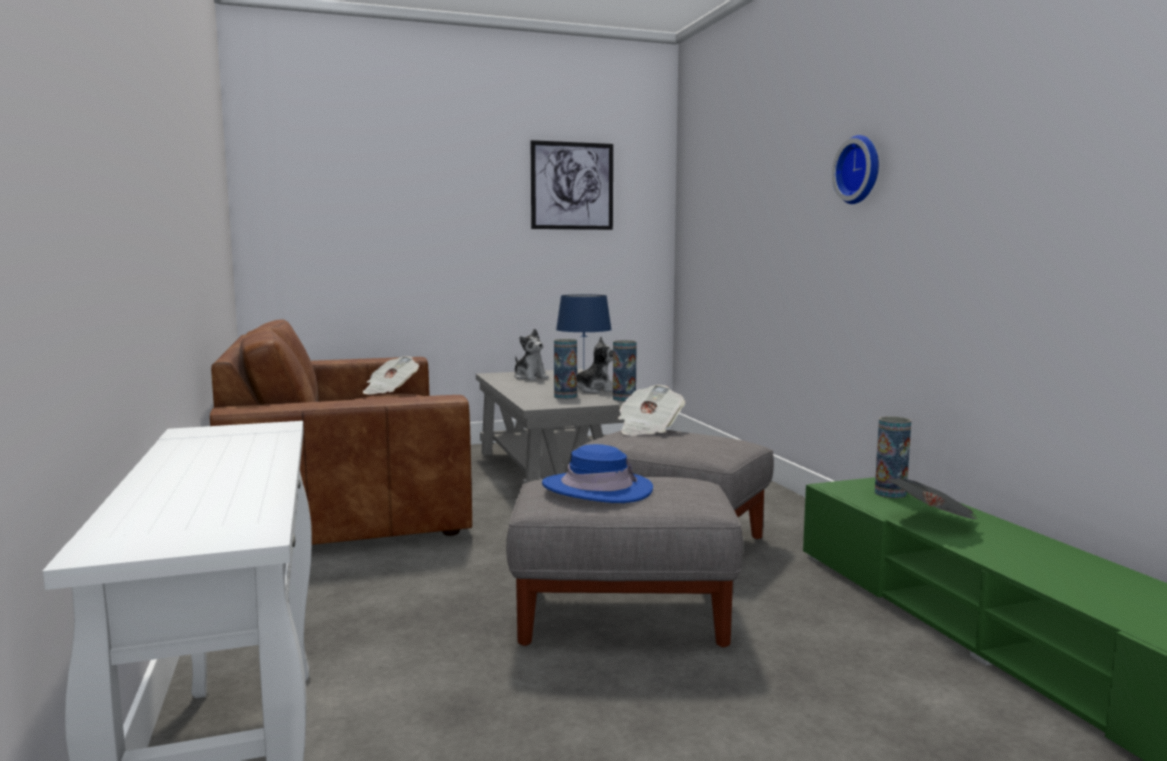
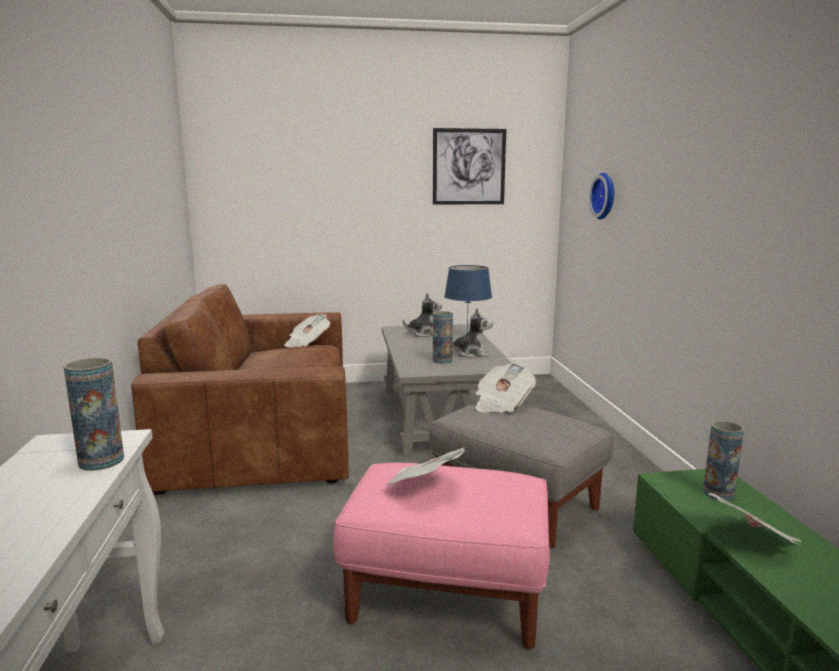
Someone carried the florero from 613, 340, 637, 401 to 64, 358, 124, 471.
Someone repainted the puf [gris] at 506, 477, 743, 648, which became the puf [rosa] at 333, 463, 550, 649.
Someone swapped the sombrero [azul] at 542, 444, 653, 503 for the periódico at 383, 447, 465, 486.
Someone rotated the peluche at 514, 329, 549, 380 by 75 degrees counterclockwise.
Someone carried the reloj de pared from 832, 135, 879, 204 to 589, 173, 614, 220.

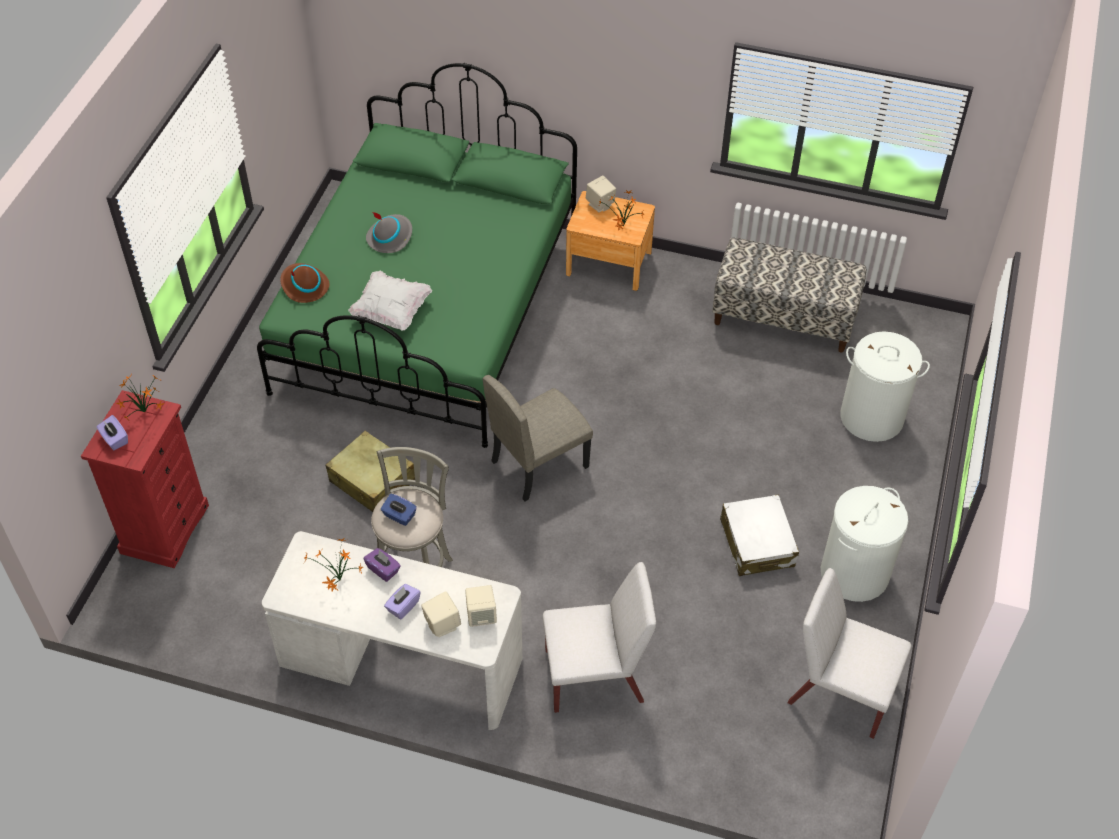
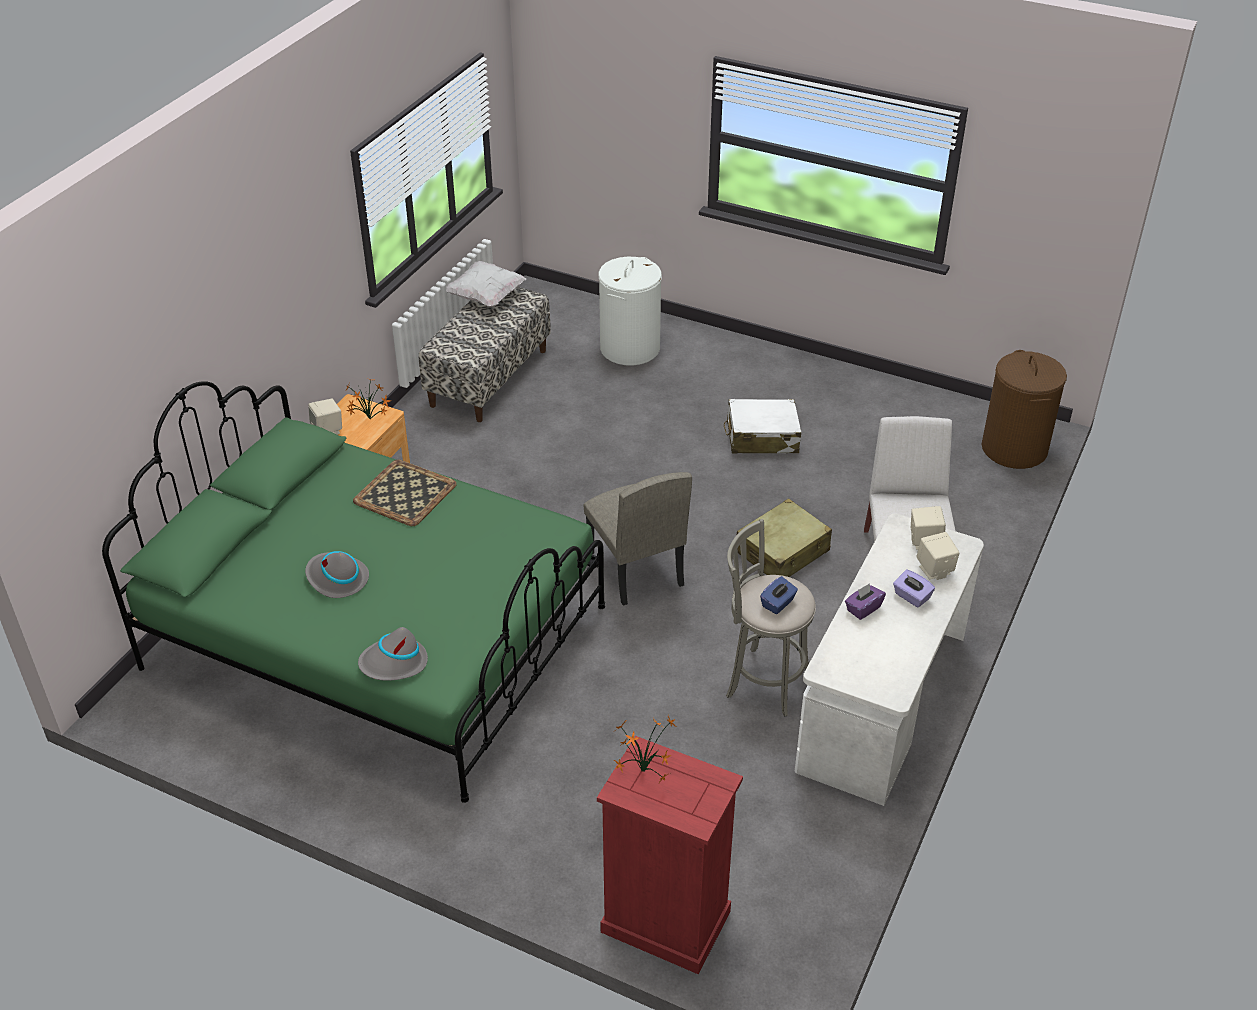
Someone put down the bandeja at 353, 460, 457, 526.
Someone repainted the sombrero [marrón] at 280, 263, 330, 303, which became the sombrero [gris] at 358, 627, 428, 681.
Someone carried the cojín [blanco] from 348, 271, 432, 331 to 446, 261, 526, 307.
Someone carried the maleta [beis] from 326, 431, 415, 512 to 737, 498, 832, 577.
Someone put down the cesto de la ropa [marrón] at 982, 350, 1067, 469.
Someone took away the caja de pañuelos [morado] at 97, 415, 128, 450.
Someone took away the planta en maceta at 304, 538, 363, 591.
Someone took away the silla [blanco] at 788, 568, 912, 739.
Someone took away the cesto de la ropa [blanco] at 821, 486, 908, 602.

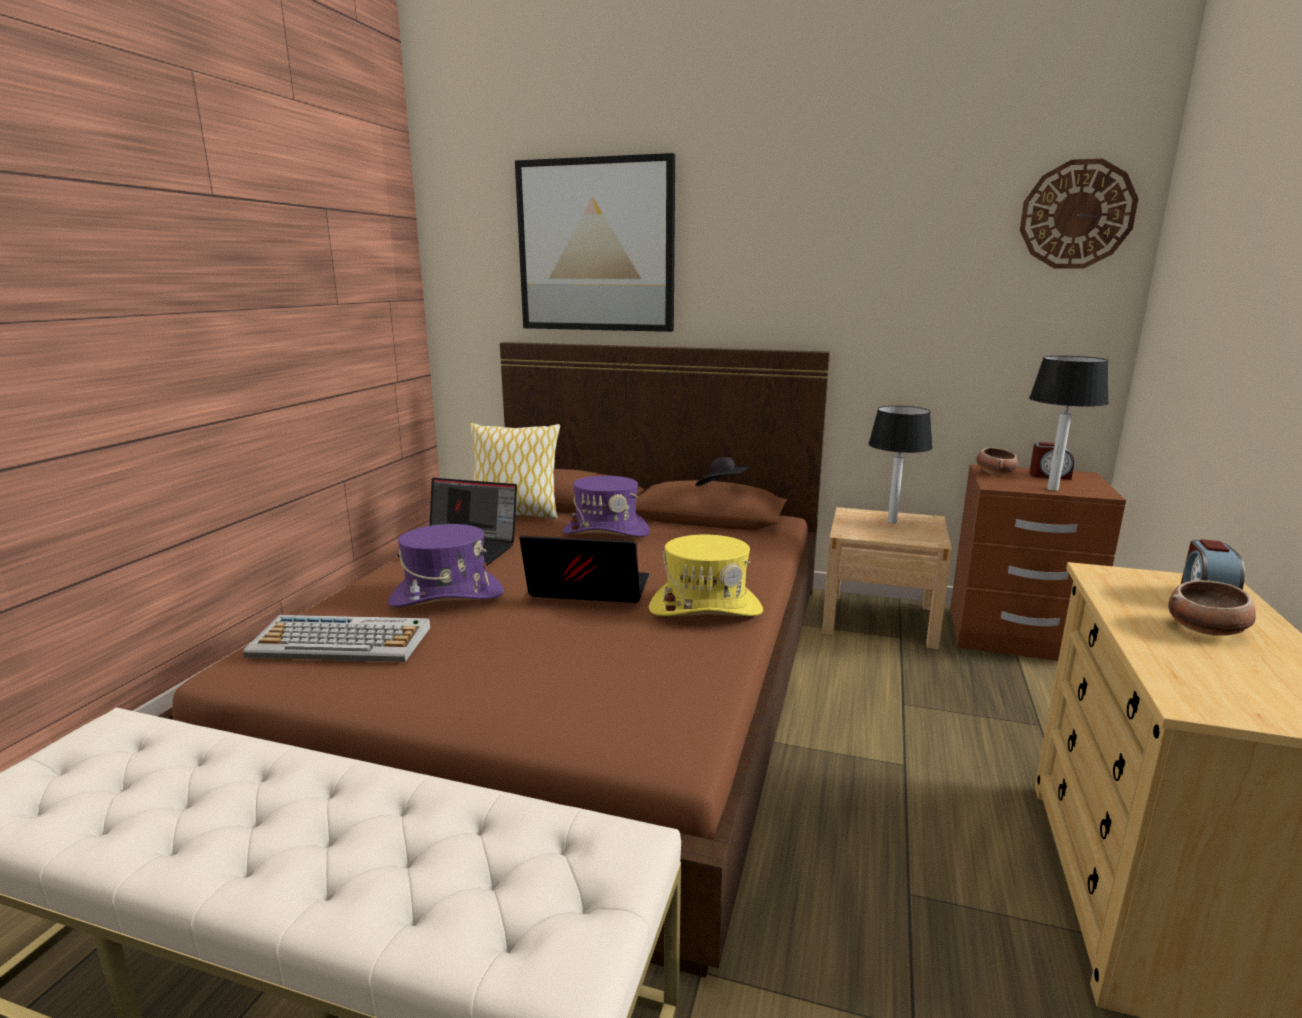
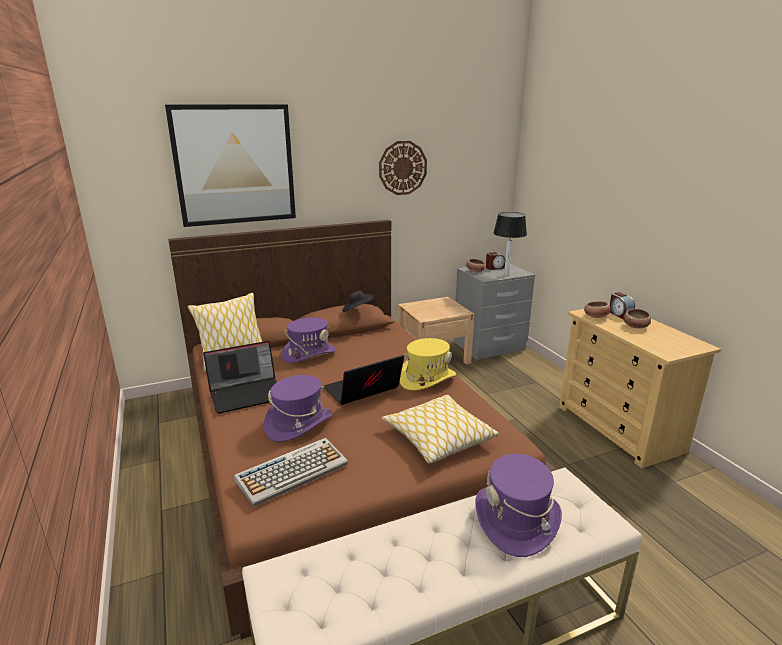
Someone carried the reloj de pared from 1020, 158, 1138, 269 to 379, 141, 427, 195.
Someone put down the cojín at 382, 395, 499, 464.
Someone repainted the mesita de noche [marrón] at 950, 464, 1126, 661, which became the mesita de noche [gris] at 454, 264, 535, 360.
Someone put down the sombrero [morado] at 475, 454, 562, 557.
Someone put down the cuenco at 584, 301, 611, 318.
Someone took away the lámpara de mesa at 868, 406, 933, 524.

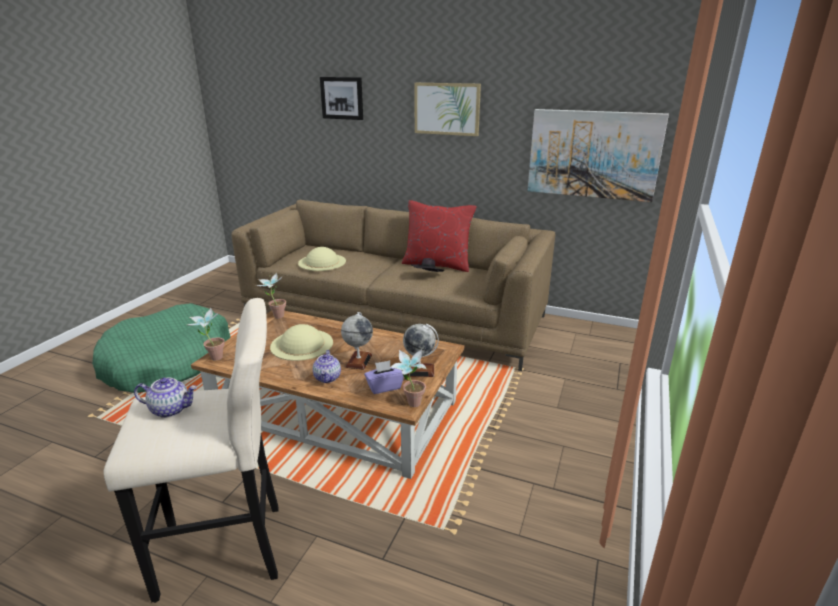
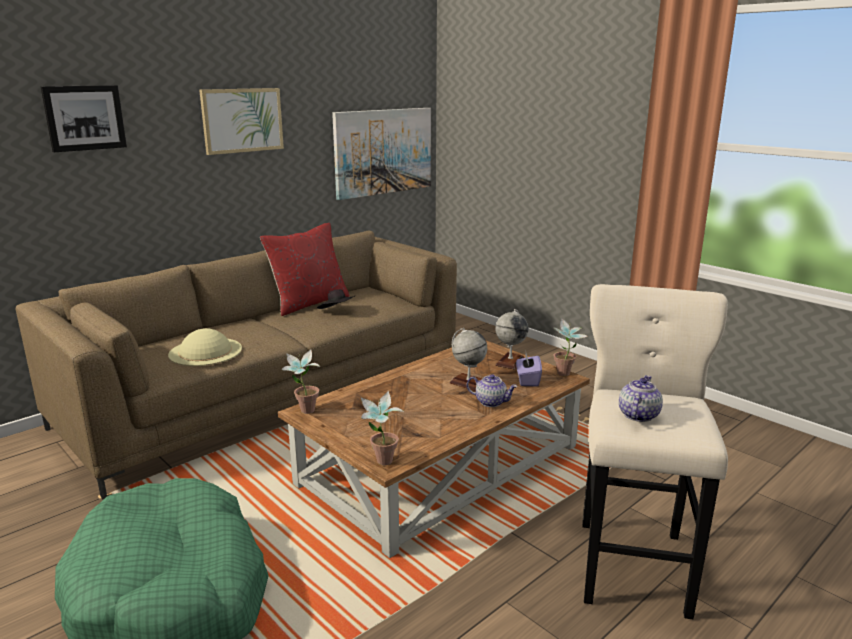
Someone took away the sombrero [beis] at 270, 324, 333, 361.

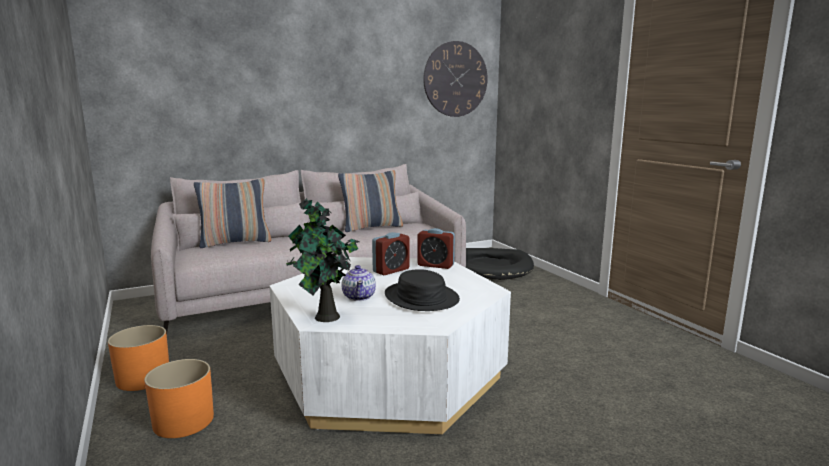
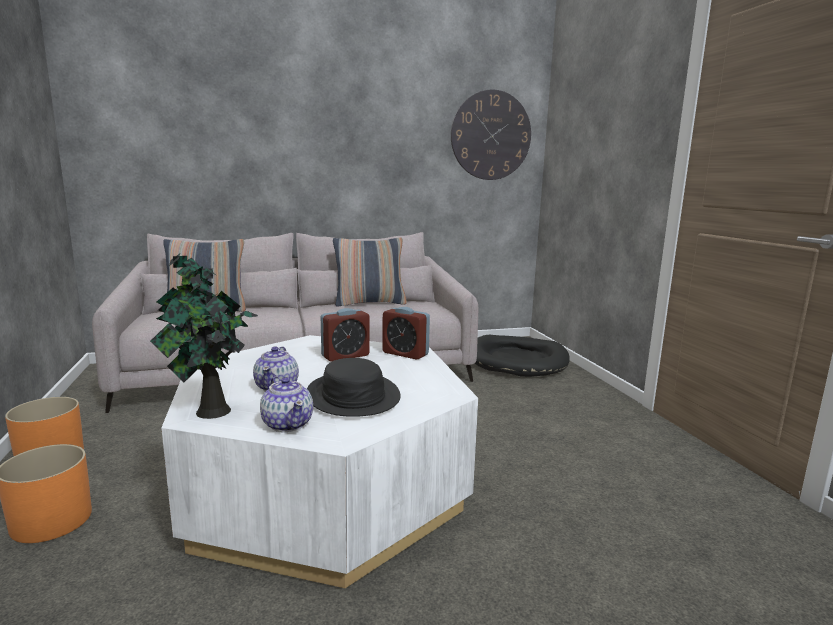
Someone put down the tetera at 260, 377, 313, 432.

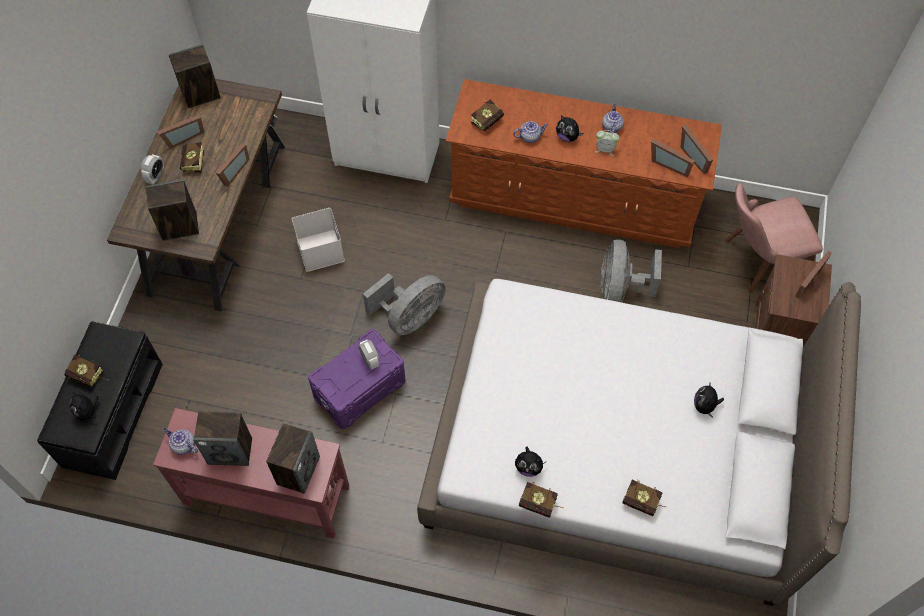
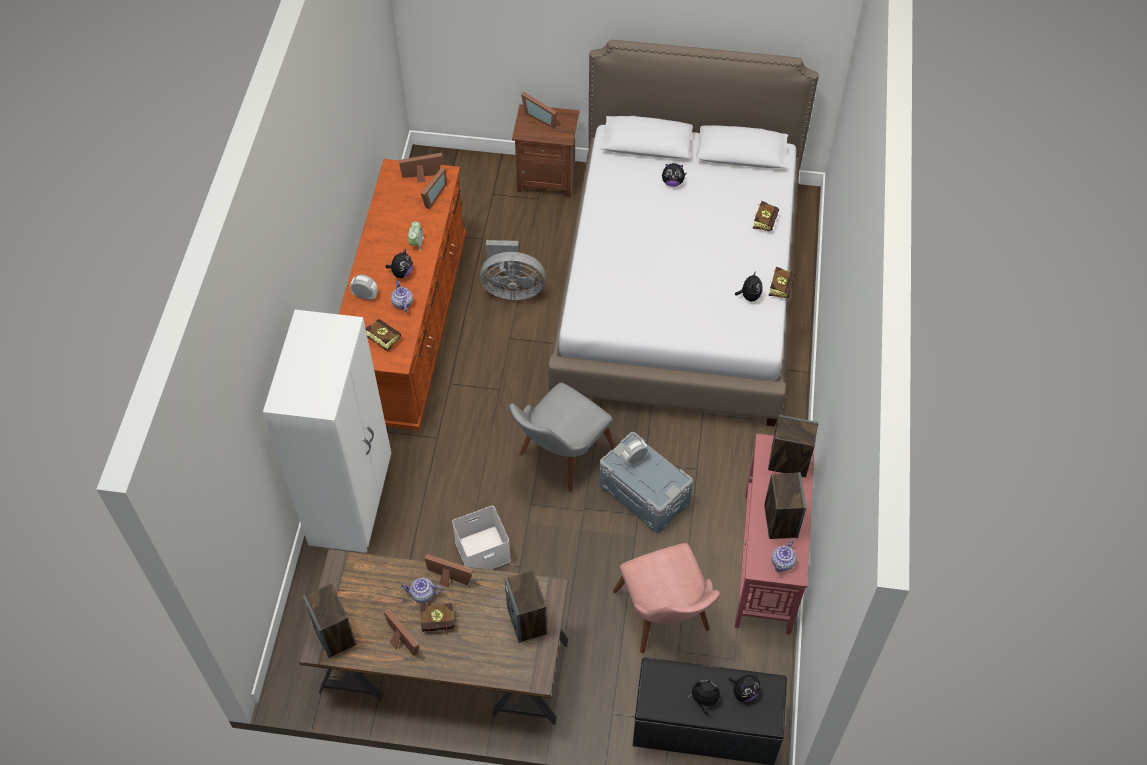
Someone carried the despertador from 141, 154, 164, 185 to 350, 275, 378, 300.
Someone rotated the portarretratos at 680, 125, 713, 174 by 150 degrees counterclockwise.
Someone carried the tetera from 602, 104, 624, 134 to 401, 578, 442, 603.
Someone swapped the ventilador [gris] at 363, 273, 446, 335 for the silla [gris] at 509, 383, 615, 492.
Someone repainted the caja de almacenaje [morado] at 308, 329, 406, 429, which became the caja de almacenaje [gris] at 599, 432, 693, 533.
Someone carried the silla [rosa] from 725, 183, 823, 293 to 613, 543, 721, 653.
Someone swapped the libro at 64, 355, 109, 387 for the peluche at 687, 680, 720, 715.

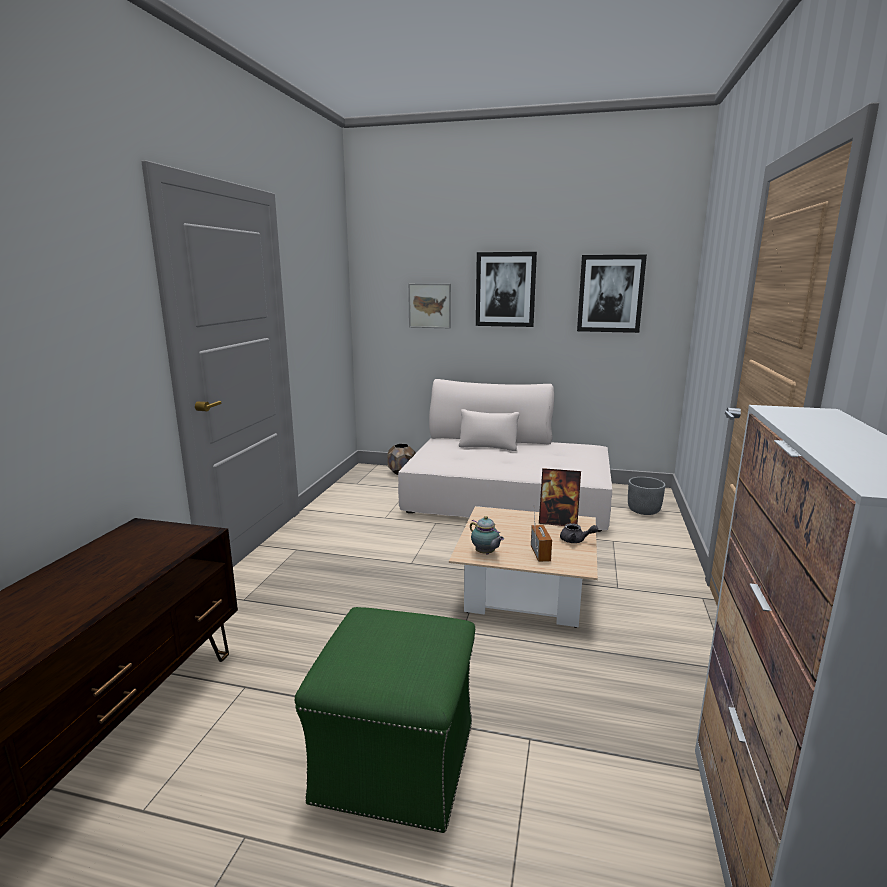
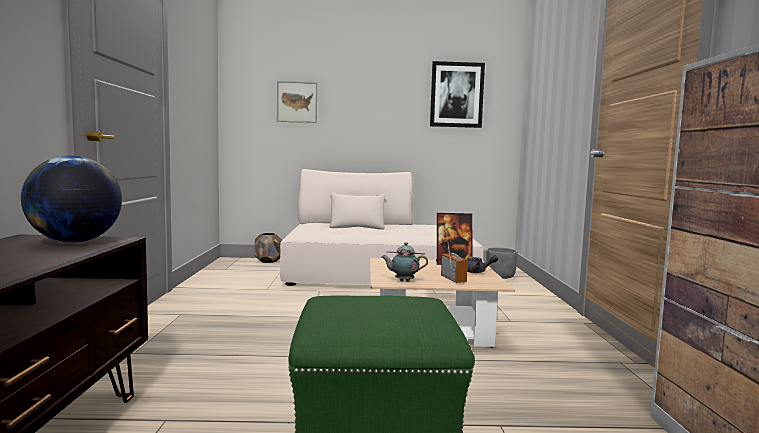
Someone put down the globo terráqueo at 21, 155, 122, 243.
Someone rotated the tetera at 470, 516, 504, 555 by 150 degrees clockwise.
Someone took away the cuadro at 476, 252, 537, 327.

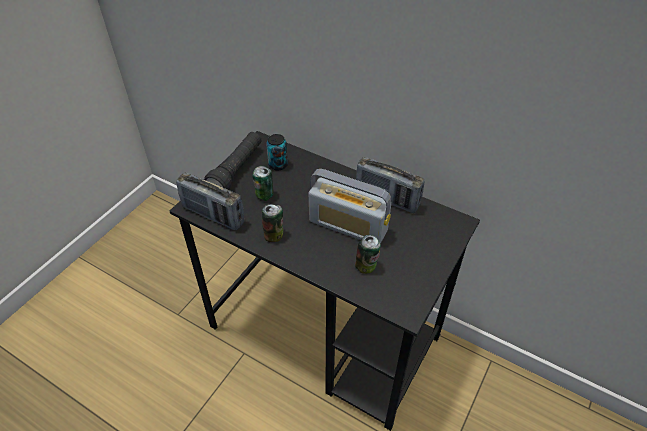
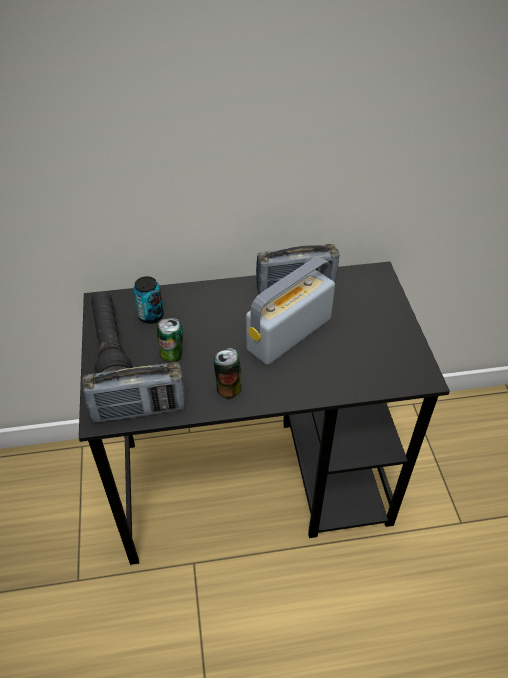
Someone rotated the radio at 309, 169, 391, 244 by 150 degrees clockwise.
Someone took away the lata at 355, 235, 380, 274.

